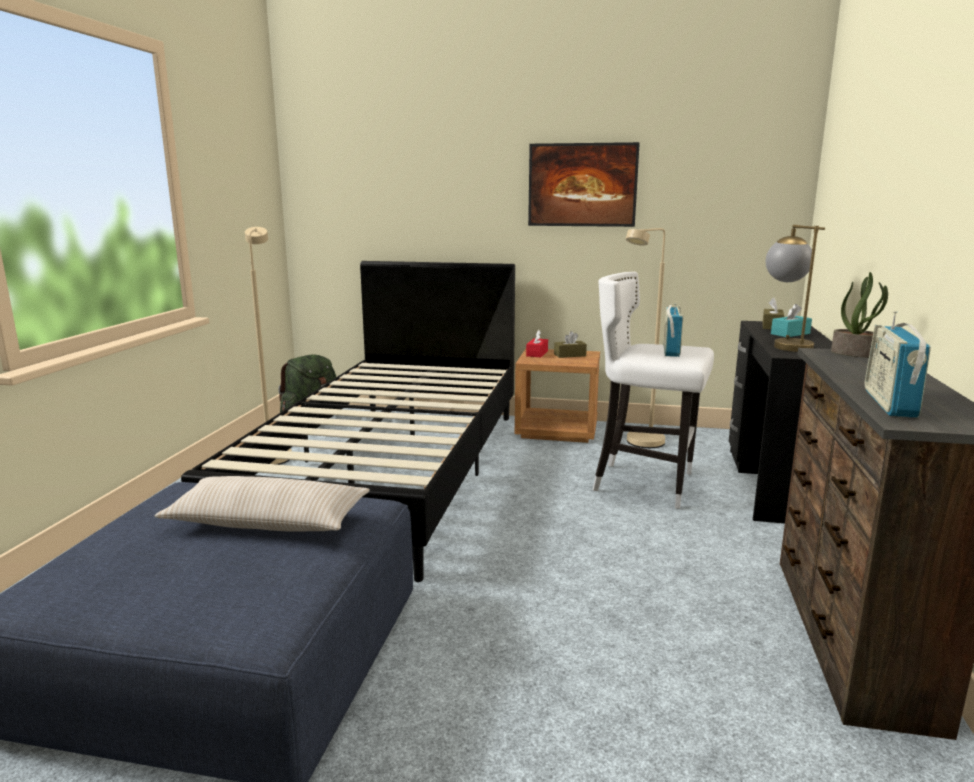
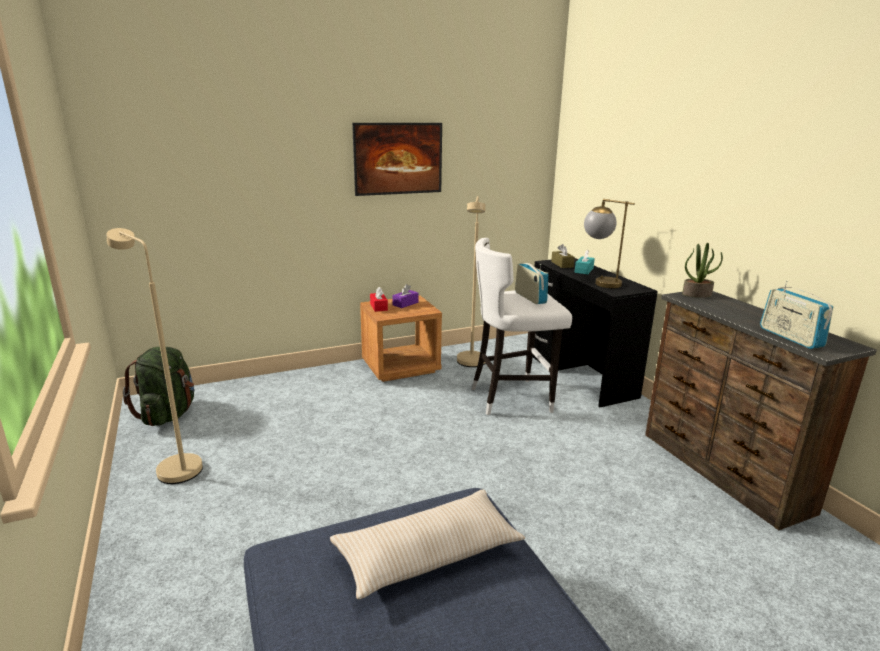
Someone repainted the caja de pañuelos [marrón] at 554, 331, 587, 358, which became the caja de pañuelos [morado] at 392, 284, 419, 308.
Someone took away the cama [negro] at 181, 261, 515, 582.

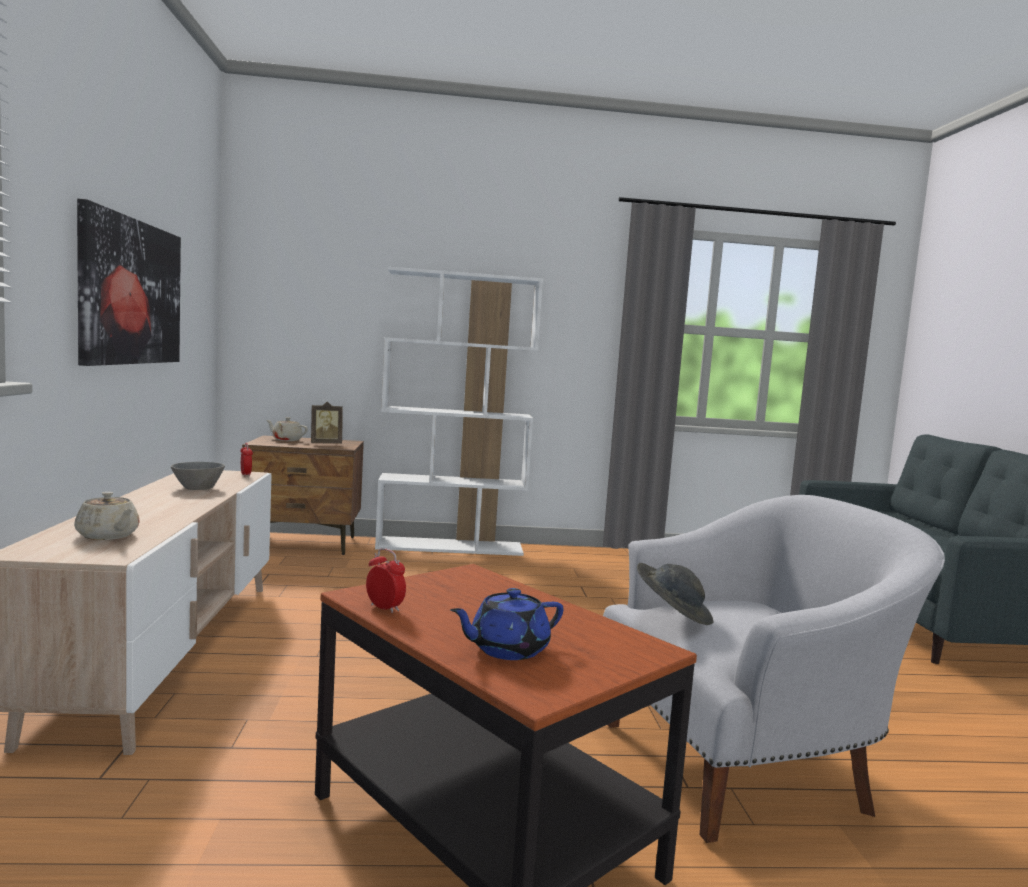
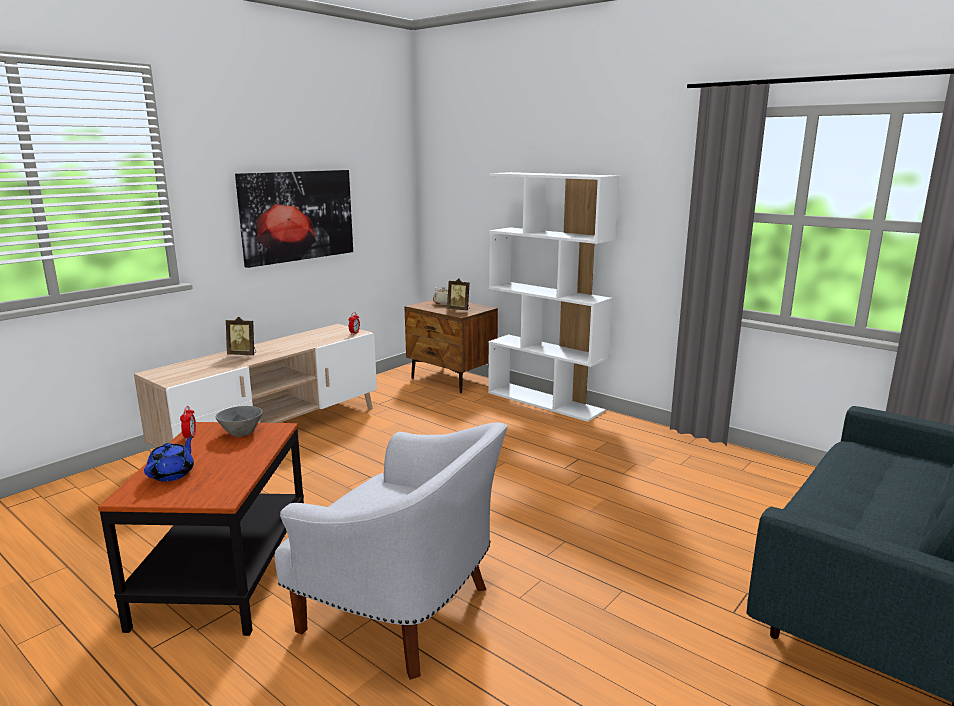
Someone rotated the tetera [azul] at 450, 588, 564, 660 by 90 degrees clockwise.
Someone carried the cuenco [gris] from 171, 462, 225, 490 to 216, 406, 263, 437.
Someone put down the portarretratos at 226, 317, 256, 355.
Someone took away the tetera [beis] at 74, 492, 140, 540.
Someone took away the sombrero [gris] at 637, 563, 713, 625.

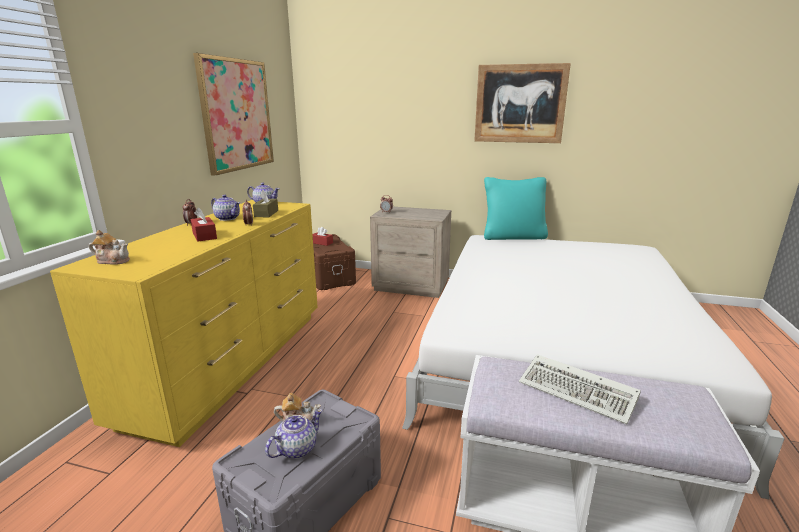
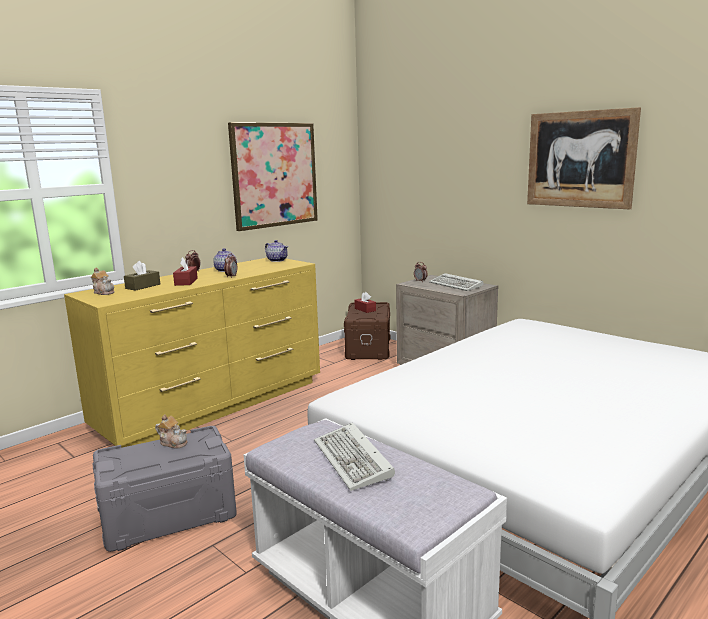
Someone carried the caja de pañuelos [marrón] from 253, 190, 278, 217 to 124, 261, 160, 291.
Someone put down the teclado at 429, 273, 483, 291.
Someone took away the tetera at 265, 409, 322, 459.
Someone took away the cojín [turquesa] at 484, 177, 548, 240.

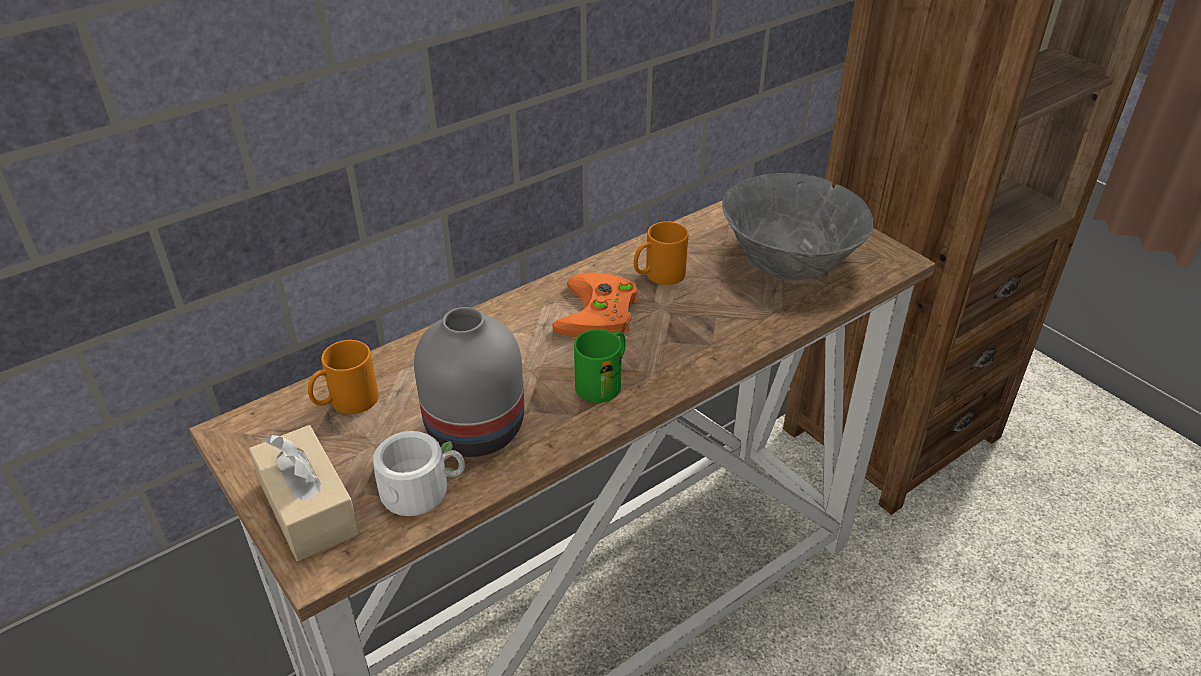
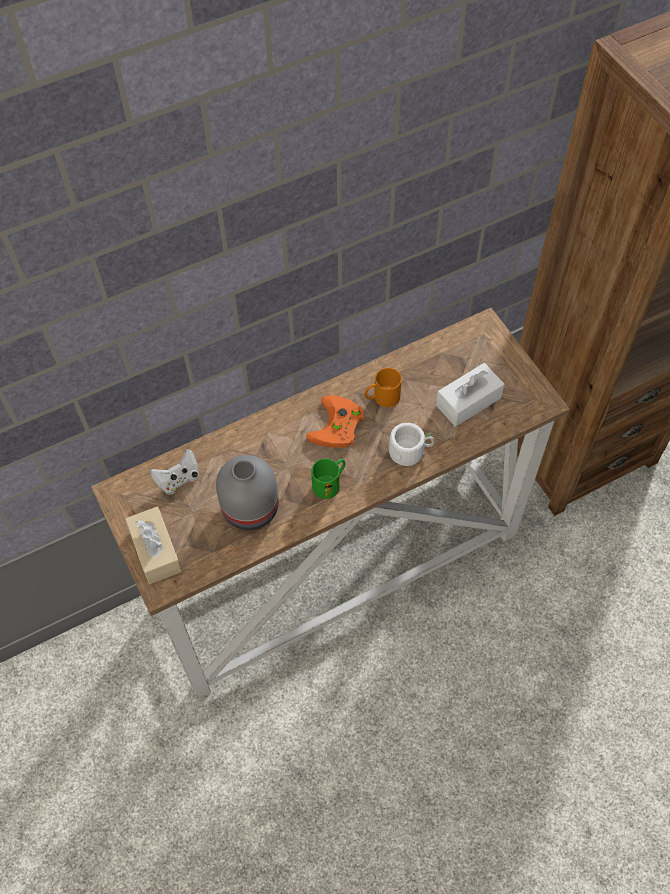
Someone swapped the taza grande [naranja] at 308, 340, 379, 414 for the mando de consola [blanco] at 150, 449, 199, 495.
Someone carried the taza grande [blanco] from 373, 431, 465, 516 to 385, 423, 435, 466.
Someone swapped the cuenco [gris] at 722, 173, 874, 280 for the caja de pañuelos [blanco] at 436, 363, 504, 427.

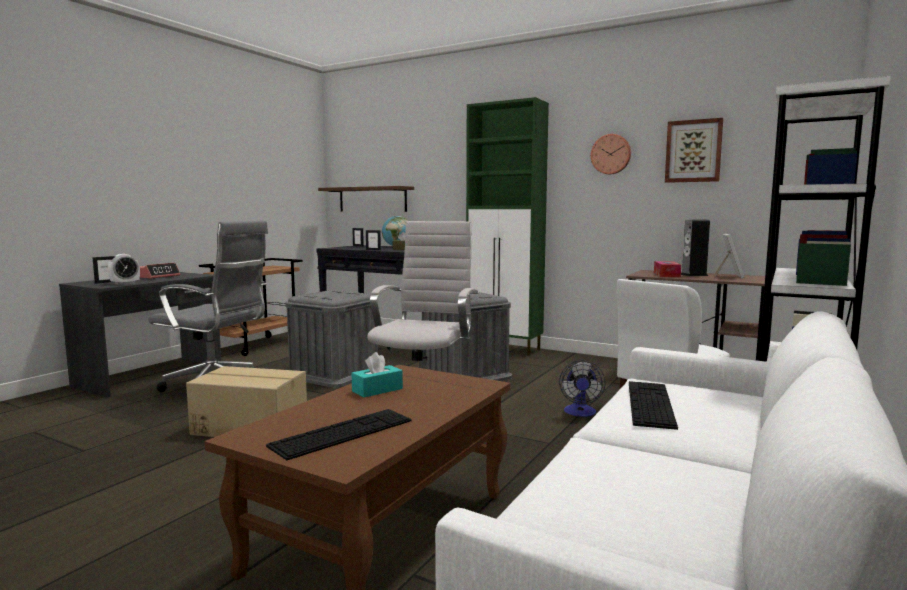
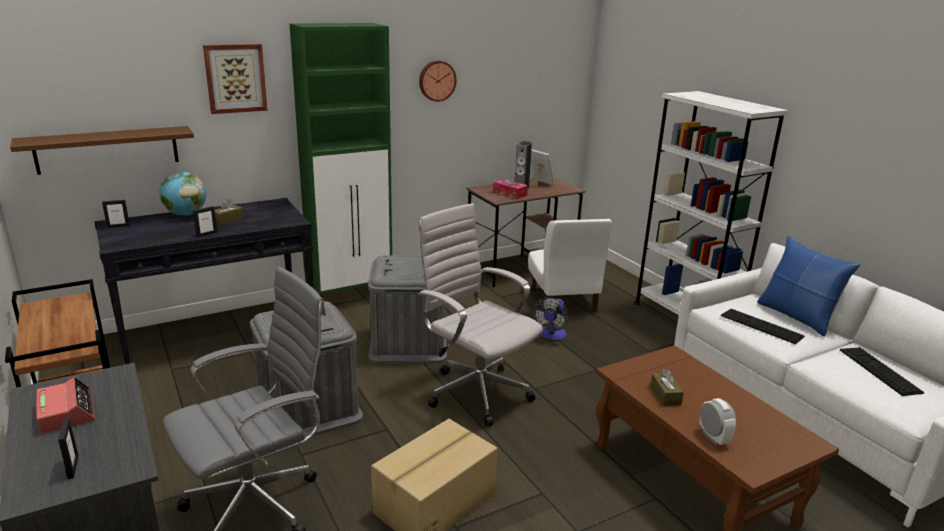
Someone carried the cuadro from 665, 118, 723, 183 to 203, 44, 268, 114.
Someone rotated the ventilador at 559, 360, 606, 417 by 75 degrees clockwise.
Someone repainted the caja de pañuelos [turquesa] at 352, 352, 403, 397, which became the caja de pañuelos [marrón] at 650, 369, 684, 406.
Someone carried the despertador from 108, 254, 140, 285 to 699, 398, 736, 445.
Someone put down the cojín [azul] at 757, 236, 861, 336.
Someone carried the teclado from 266, 409, 412, 460 to 840, 347, 924, 396.

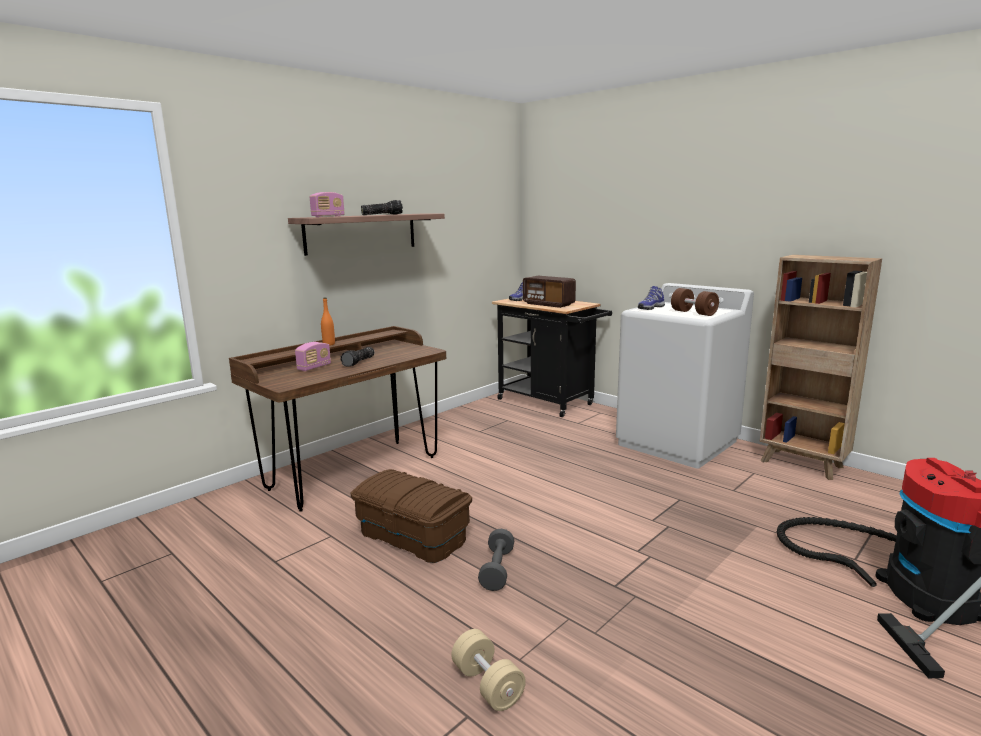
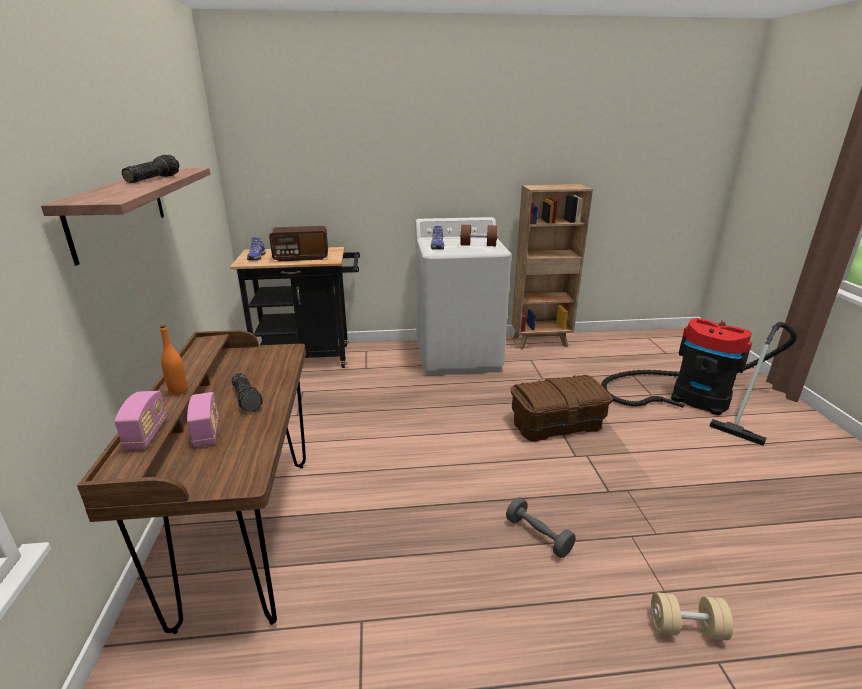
Someone carried the radio from 309, 192, 345, 217 to 114, 391, 167, 450.
Someone carried the caja de almacenaje [marrón] from 350, 469, 472, 563 to 511, 375, 613, 442.

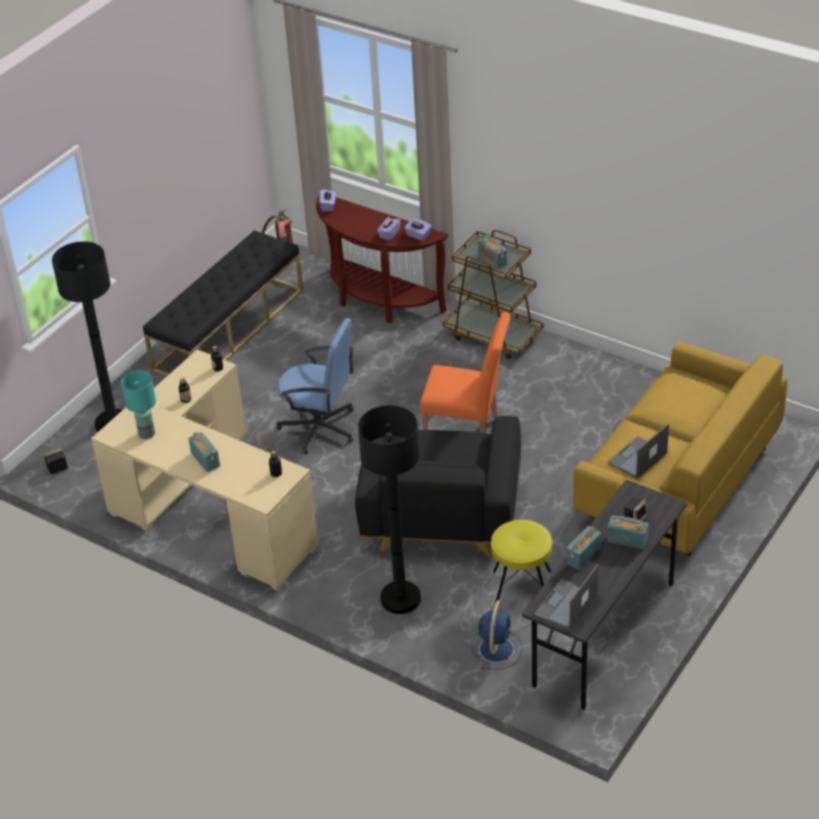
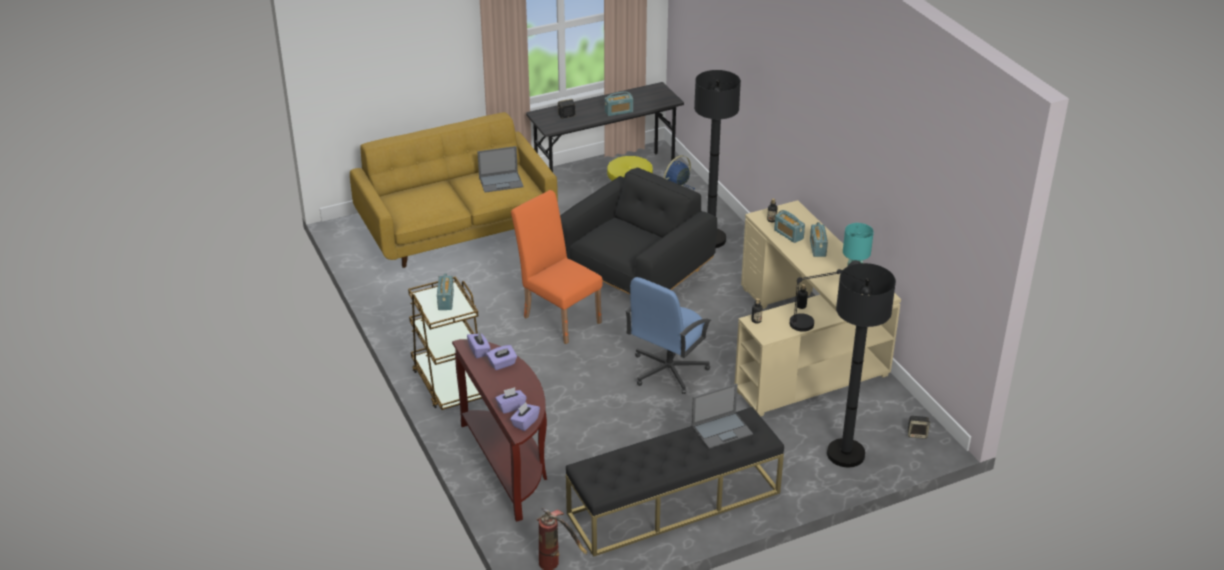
Someone put down the caja de pañuelos [morado] at 495, 387, 527, 414.
Someone rotated the silla de oficina [azul] at 276, 318, 354, 454 by 105 degrees counterclockwise.
Someone carried the portátil from 534, 564, 599, 631 to 692, 384, 753, 449.
Someone carried the radio from 607, 515, 648, 549 to 774, 210, 805, 243.
Someone put down the lámpara de mesa [negro] at 790, 260, 861, 332.

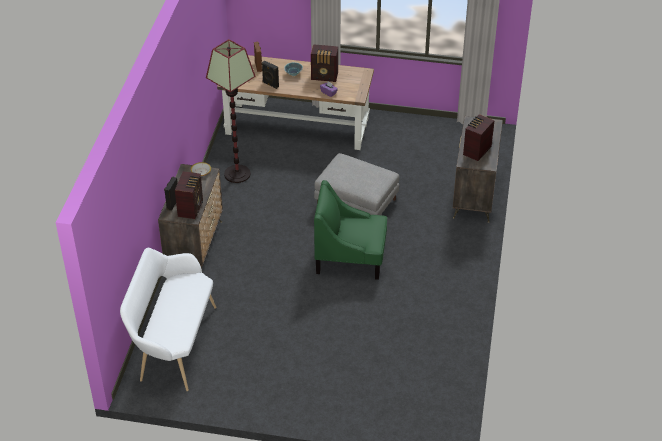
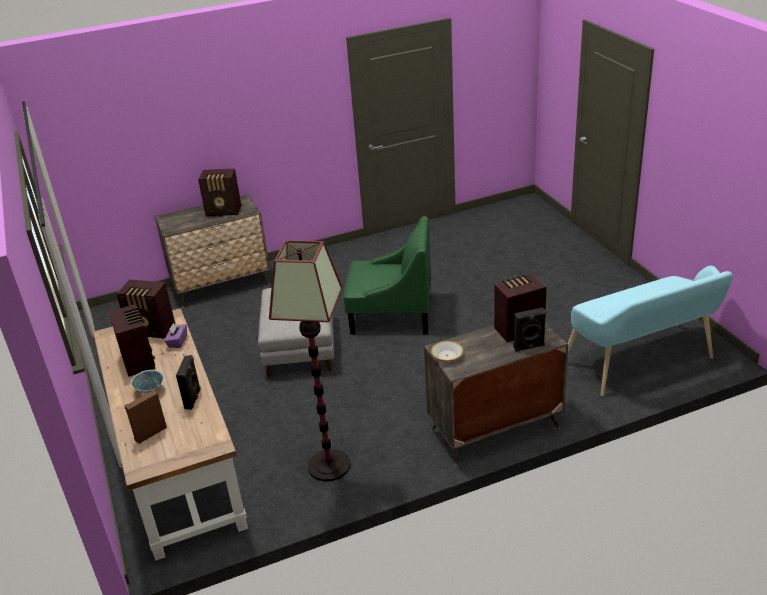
Someone put down the radio at 116, 280, 175, 339.
Someone rotated the sillón [verde] at 314, 180, 387, 280 by 60 degrees counterclockwise.
Someone repainted the banco [blanco] at 120, 248, 216, 391, which became the banco [turquesa] at 568, 266, 733, 396.

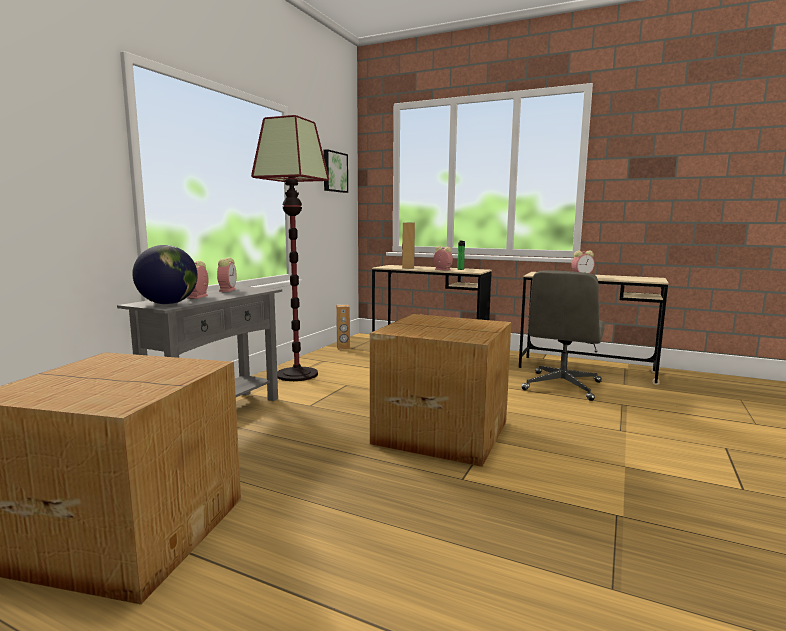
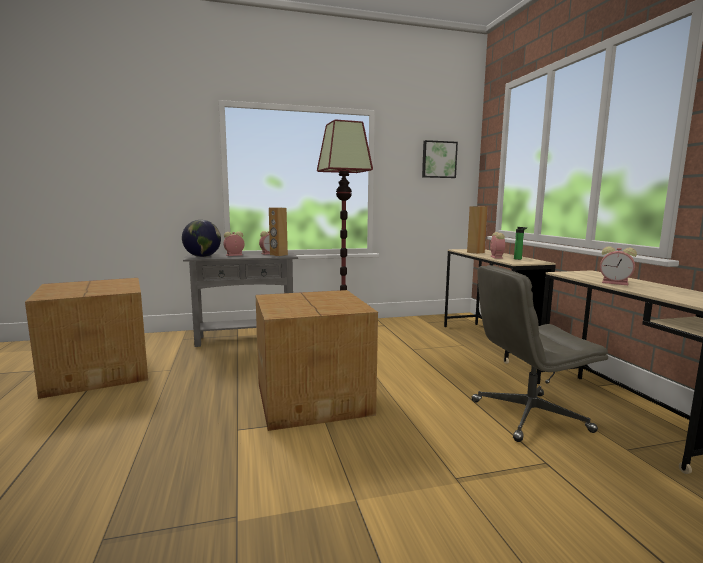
Someone carried the altavoz [marrón] from 336, 305, 350, 350 to 269, 208, 288, 256.

